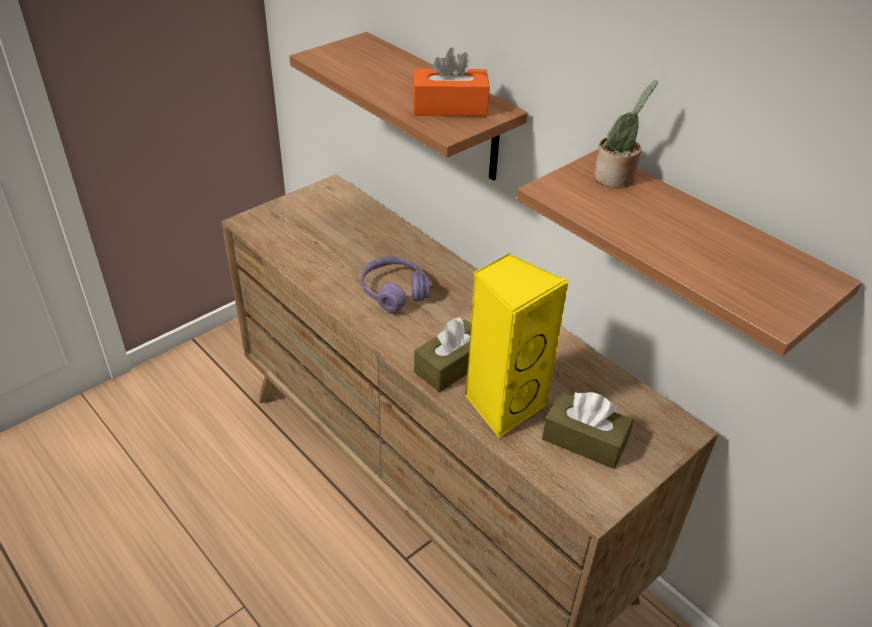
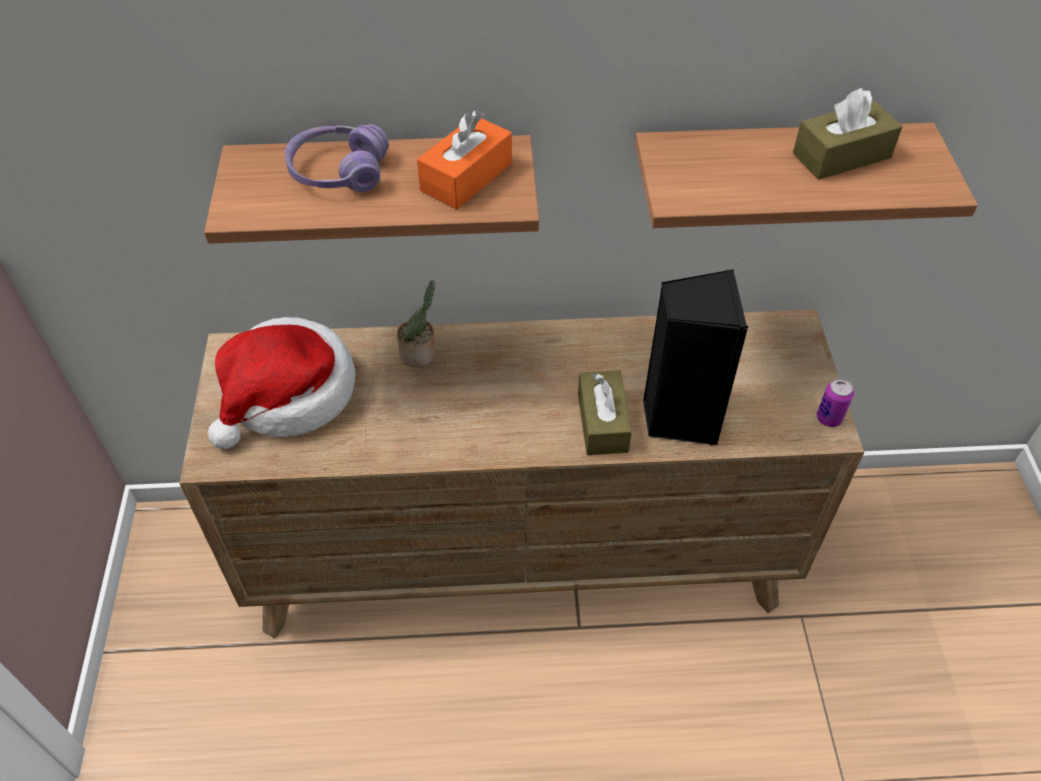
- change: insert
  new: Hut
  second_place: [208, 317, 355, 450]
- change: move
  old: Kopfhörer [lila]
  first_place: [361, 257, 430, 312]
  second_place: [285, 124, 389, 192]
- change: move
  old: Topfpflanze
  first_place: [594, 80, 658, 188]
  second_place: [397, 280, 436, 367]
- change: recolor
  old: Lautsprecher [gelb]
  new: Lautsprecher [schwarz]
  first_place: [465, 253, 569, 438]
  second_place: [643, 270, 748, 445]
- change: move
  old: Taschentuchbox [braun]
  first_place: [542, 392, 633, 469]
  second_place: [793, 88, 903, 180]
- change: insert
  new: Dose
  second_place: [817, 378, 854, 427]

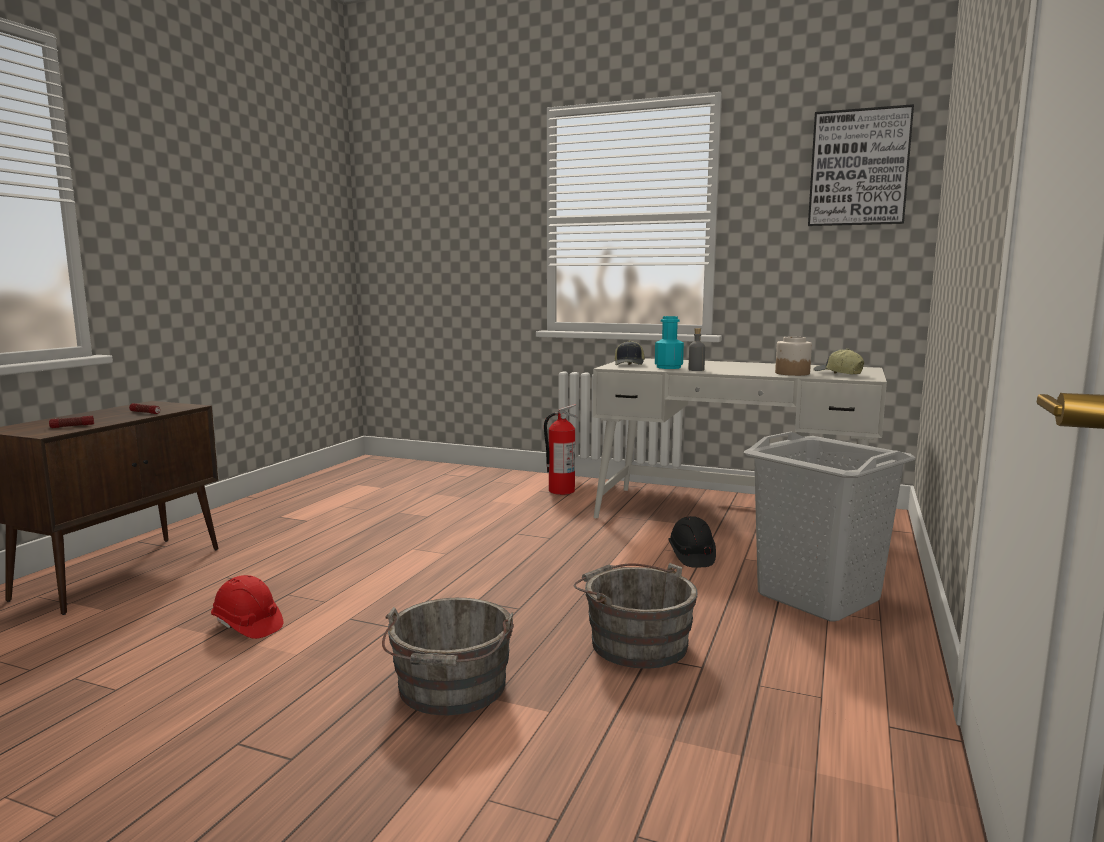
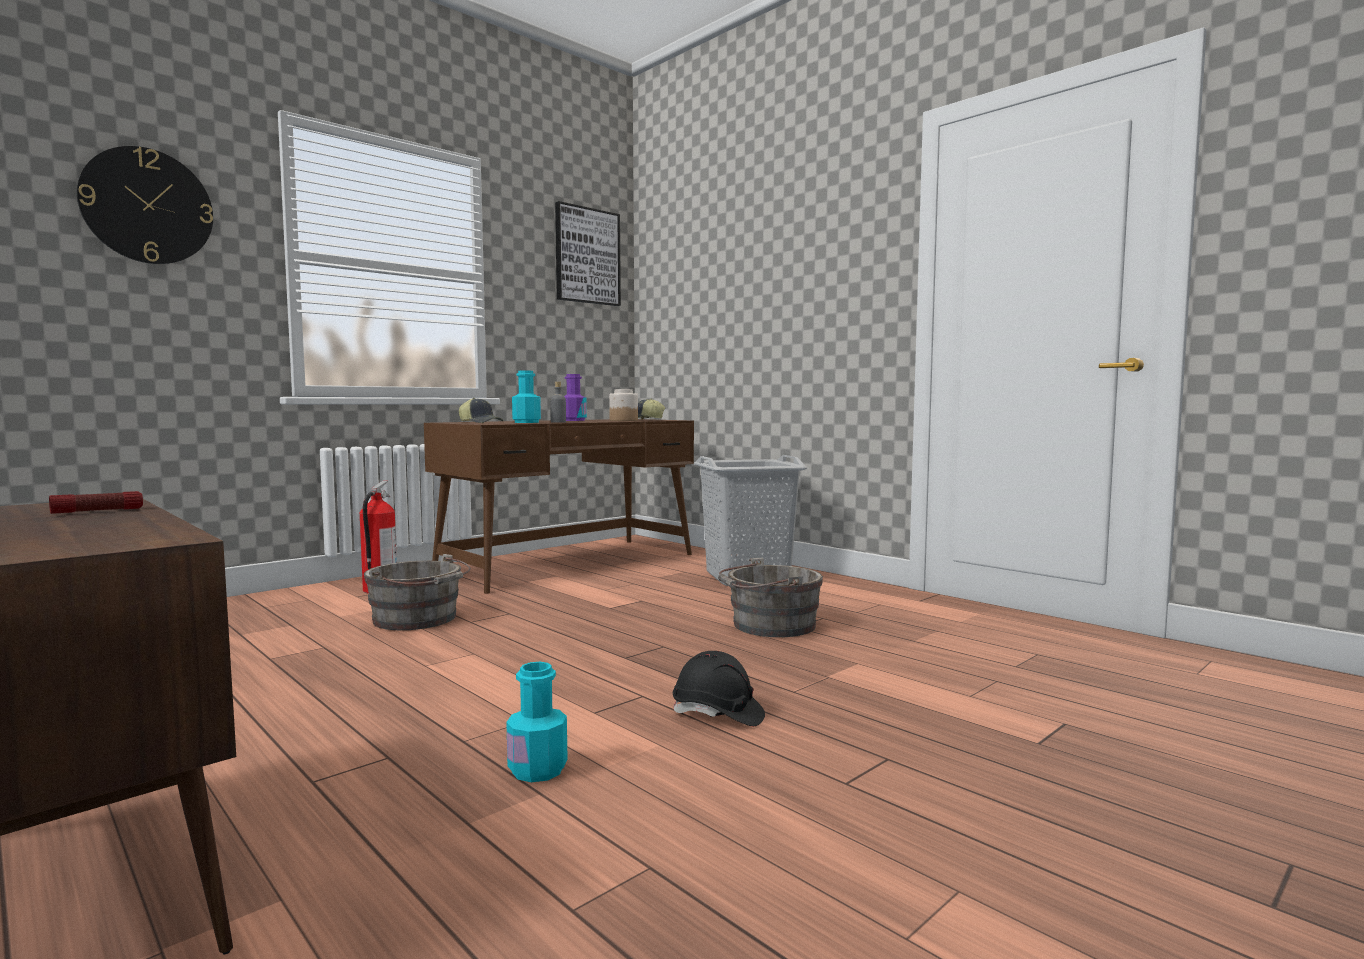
- change: insert
  new: Wanduhr
  second_place: [77, 146, 213, 264]
- change: move
  old: Eimer [grau]
  first_place: [382, 598, 514, 715]
  second_place: [364, 554, 471, 630]
- change: recolor
  old: Schreibtisch [weiß]
  new: Schreibtisch [braun]
  first_place: [593, 358, 887, 518]
  second_place: [424, 419, 694, 594]
- change: replace
  old: Schutzhelm [rot]
  new: Flasche [türkis]
  first_place: [211, 575, 283, 639]
  second_place: [506, 662, 567, 782]
- change: insert
  new: Flasche [lila]
  second_place: [564, 374, 587, 421]
- change: move
  old: Schutzhelm [schwarz]
  first_place: [668, 516, 716, 567]
  second_place: [672, 651, 765, 726]
- change: delete
  old: Taschenlampe
  first_place: [49, 416, 94, 428]

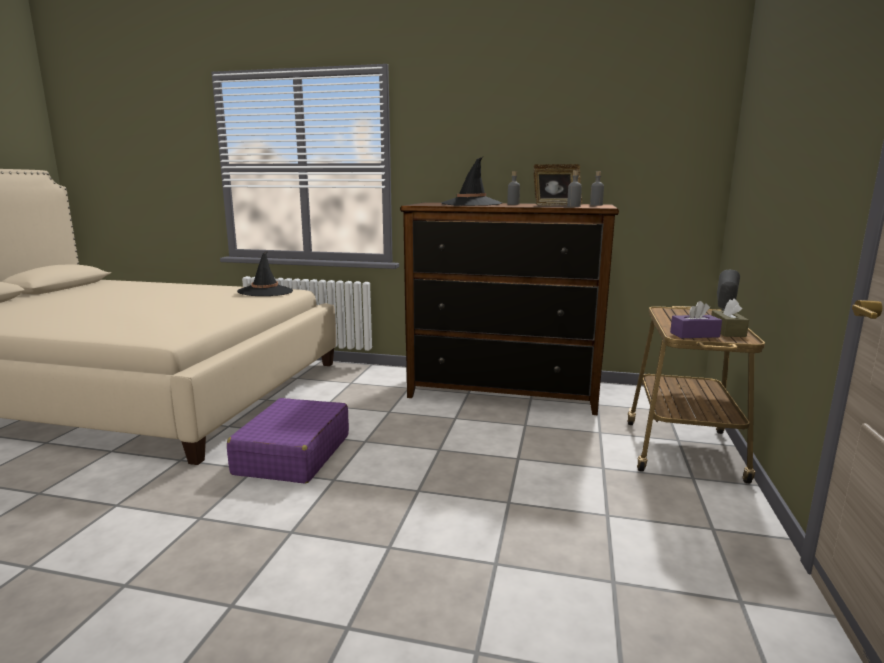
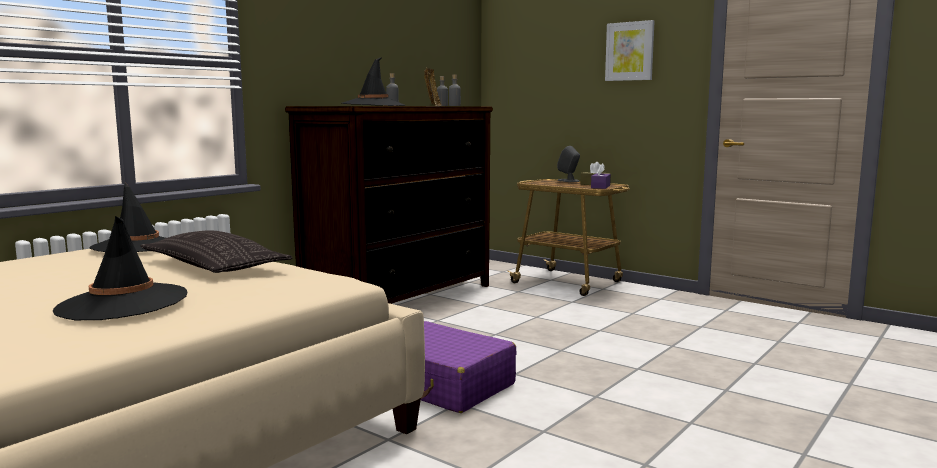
- change: insert
  new: Hut [schwarz]
  second_place: [53, 216, 188, 320]
- change: insert
  new: Kissen
  second_place: [140, 230, 293, 273]
- change: insert
  new: Bild
  second_place: [605, 20, 655, 81]

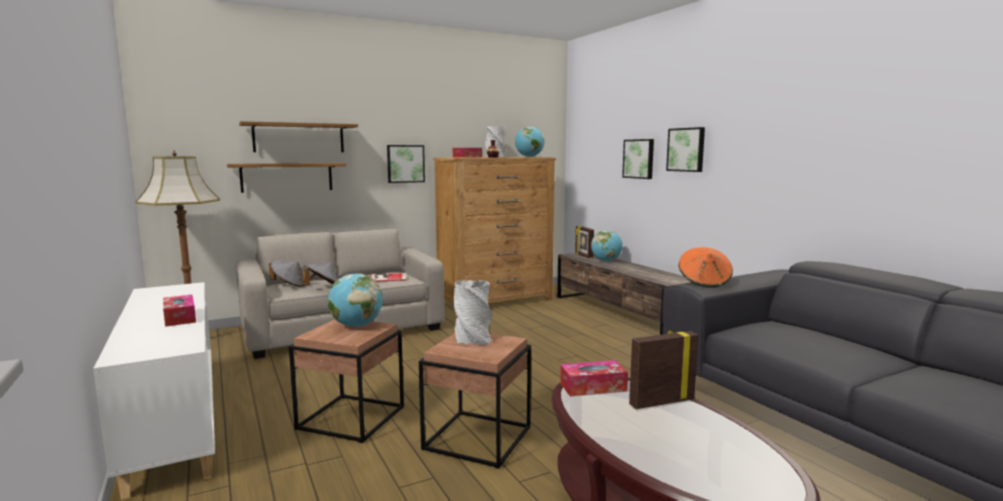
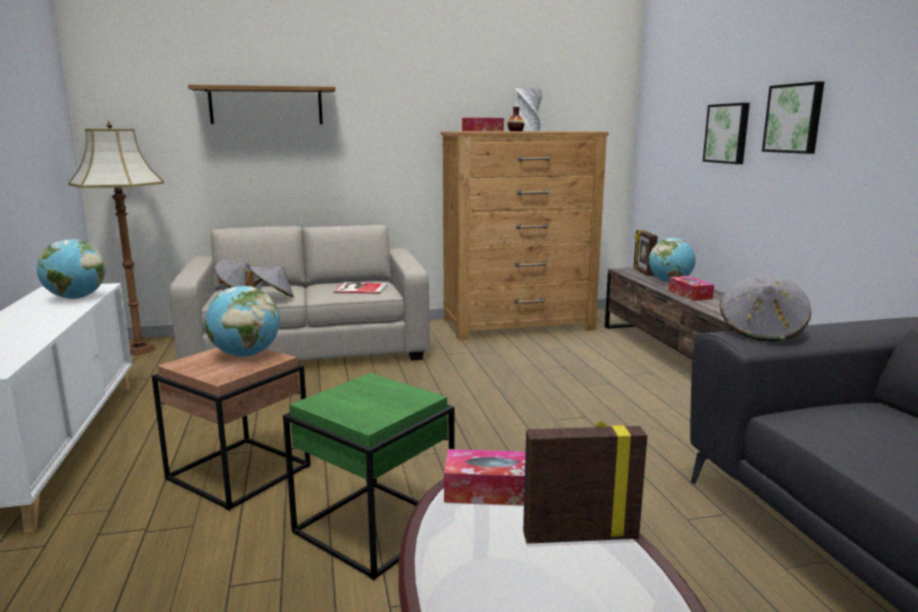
- change: move
  old: Globus
  first_place: [515, 127, 545, 157]
  second_place: [37, 239, 105, 299]
- change: recolor
  old: Beistelltisch [braun]
  new: Beistelltisch [grün]
  first_place: [419, 333, 531, 469]
  second_place: [283, 373, 455, 580]
- change: move
  old: Taschentuchbox
  first_place: [163, 295, 196, 327]
  second_place: [668, 276, 714, 301]
- change: recolor
  old: Hut [orange]
  new: Hut [grau]
  first_place: [678, 247, 733, 287]
  second_place: [720, 275, 811, 342]
- change: delete
  old: Wandregal
  first_place: [227, 163, 346, 193]
- change: delete
  old: Bild
  first_place: [387, 145, 425, 183]
- change: delete
  old: Vase [grau]
  first_place: [454, 280, 493, 345]

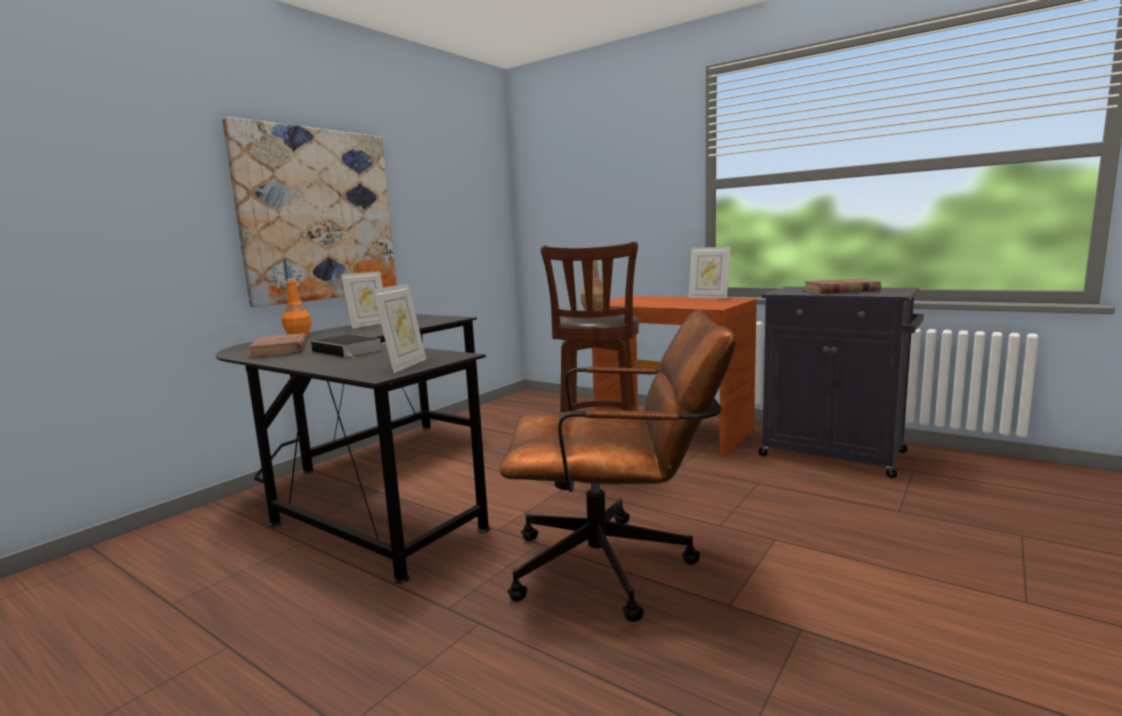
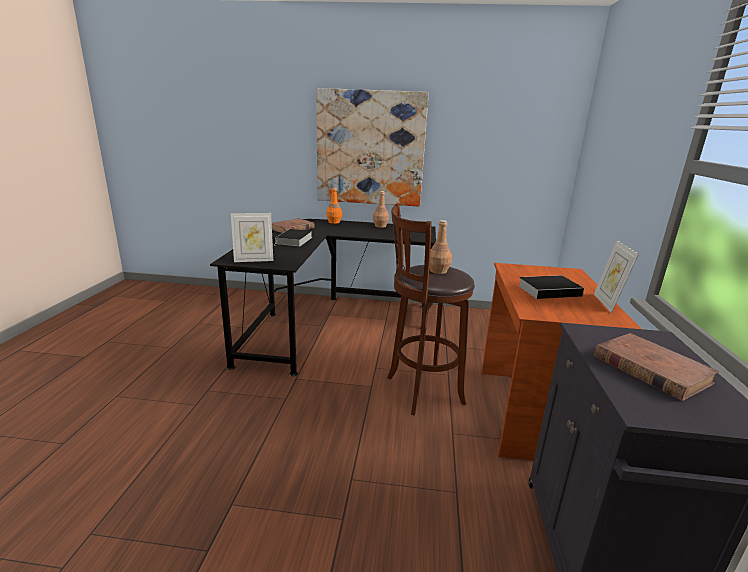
- change: replace
  old: Bilderrahmen
  new: Flasche [braun]
  first_place: [341, 271, 383, 328]
  second_place: [373, 191, 389, 228]
- change: insert
  new: Buch
  second_place: [518, 275, 589, 299]
- change: delete
  old: Bürostuhl [braun]
  first_place: [500, 310, 736, 622]

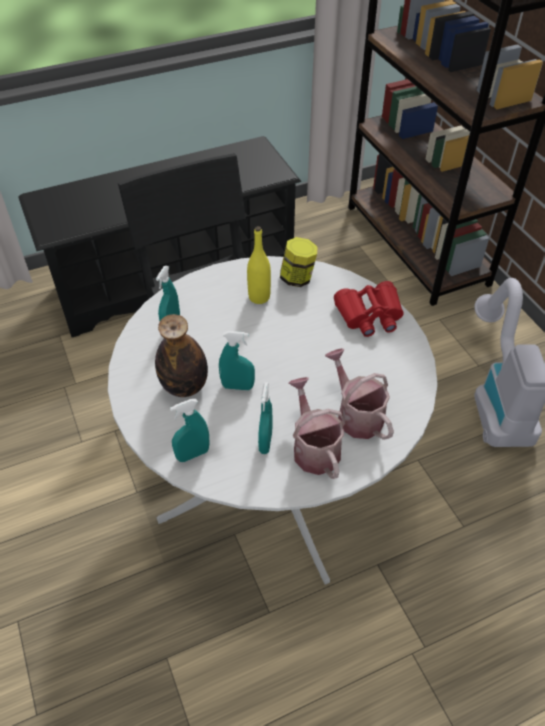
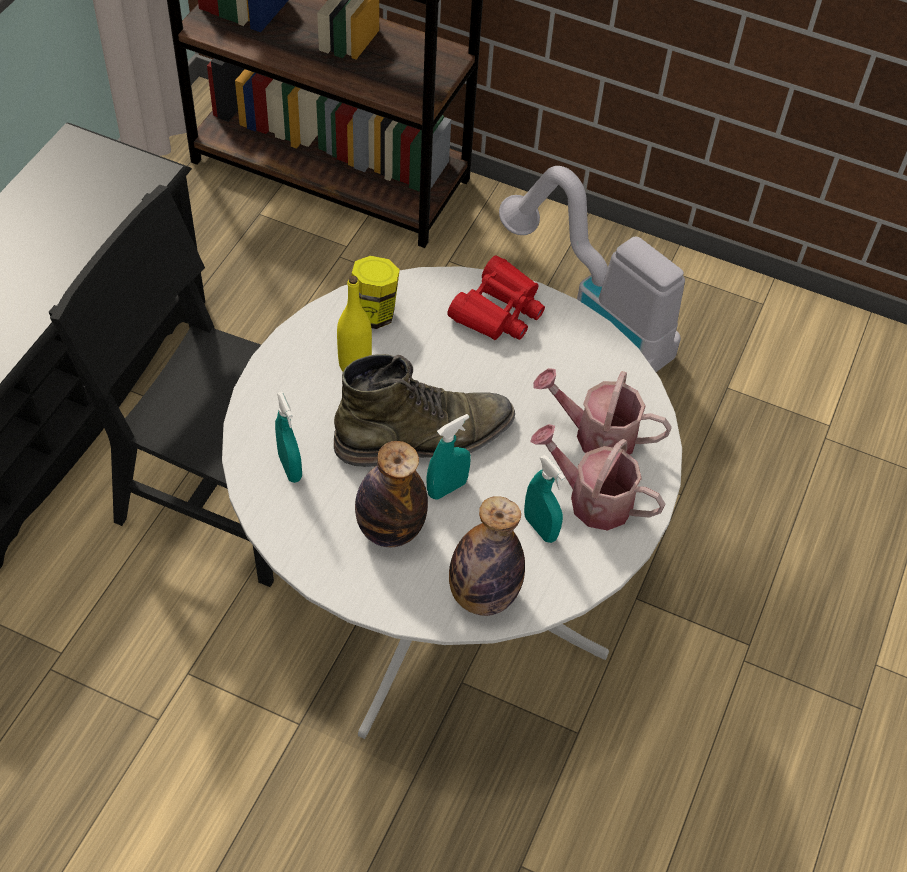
- change: insert
  new: Stiefel [grün]
  second_place: [334, 354, 515, 467]
- change: replace
  old: Sprühflasche [türkis]
  new: Flasche
  first_place: [170, 399, 210, 462]
  second_place: [449, 496, 525, 616]

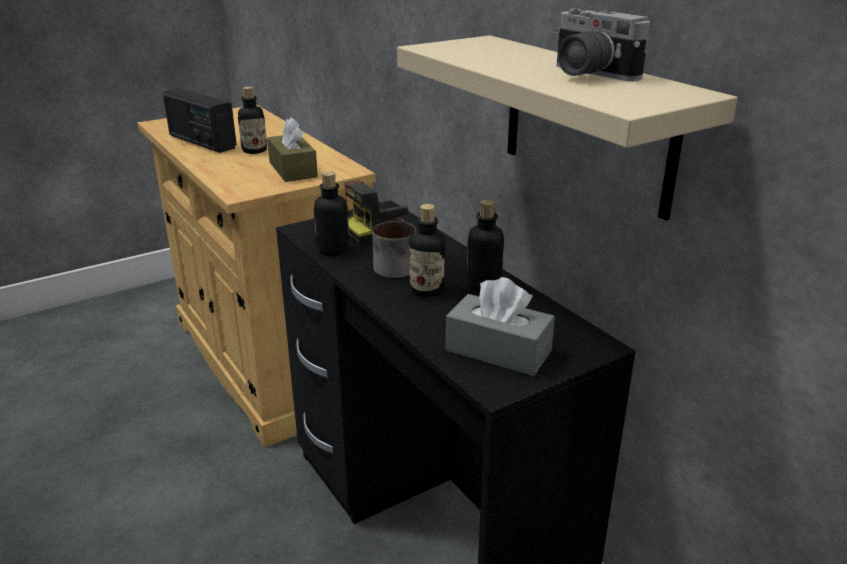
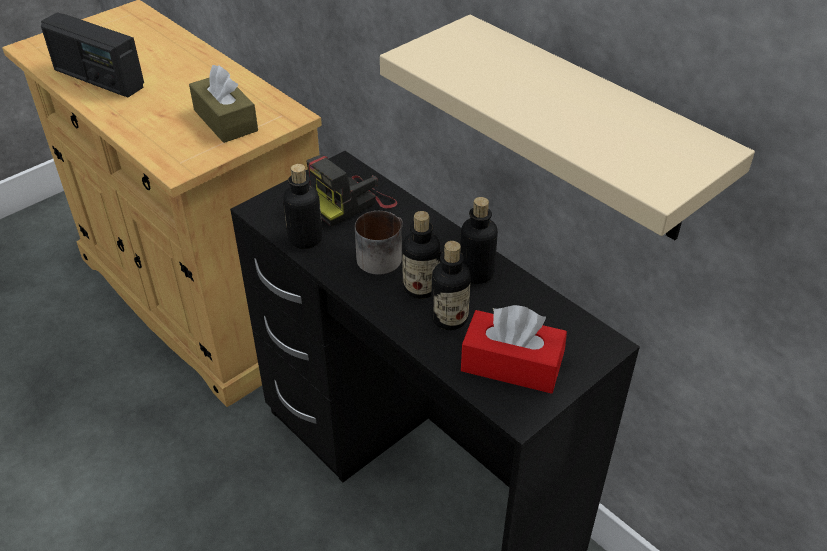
- change: move
  old: Flasche
  first_place: [238, 87, 267, 154]
  second_place: [431, 241, 471, 330]
- change: recolor
  old: Taschentuchbox [grau]
  new: Taschentuchbox [rot]
  first_place: [446, 277, 555, 376]
  second_place: [461, 305, 567, 394]
- change: delete
  old: Kamera
  first_place: [555, 8, 650, 82]

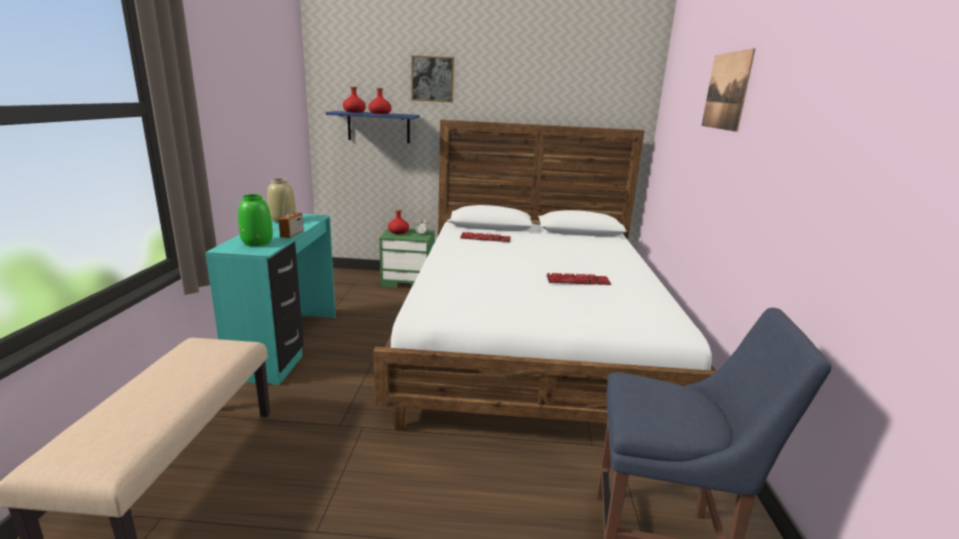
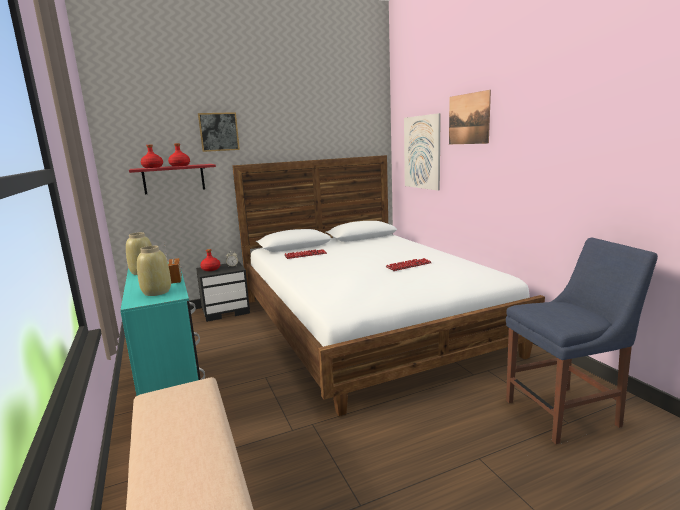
- change: recolor
  old: Wandregal [blau]
  new: Wandregal [rot]
  first_place: [326, 111, 420, 143]
  second_place: [129, 164, 216, 194]
- change: recolor
  old: Vase [grün]
  new: Vase [beige]
  first_place: [238, 194, 273, 246]
  second_place: [137, 246, 171, 296]
- change: recolor
  old: Nachttisch [grün]
  new: Nachttisch [schwarz]
  first_place: [379, 229, 435, 288]
  second_place: [196, 262, 250, 322]
- change: insert
  new: Bild
  second_place: [404, 113, 441, 191]

